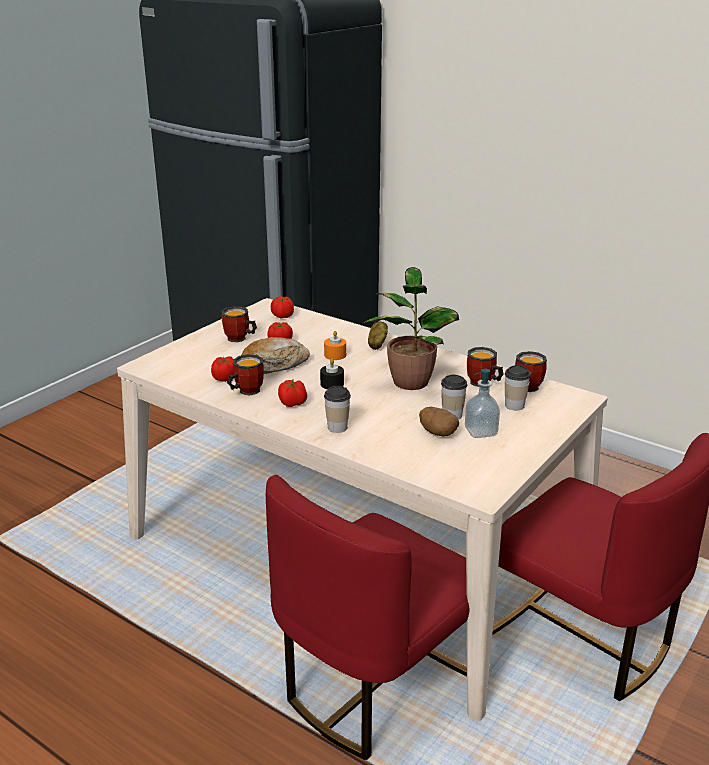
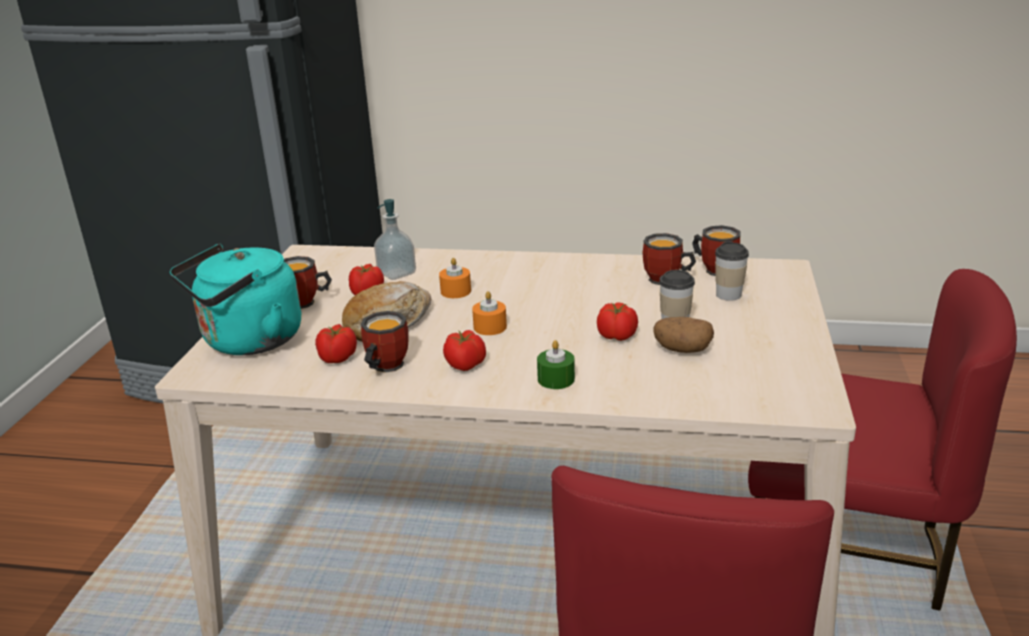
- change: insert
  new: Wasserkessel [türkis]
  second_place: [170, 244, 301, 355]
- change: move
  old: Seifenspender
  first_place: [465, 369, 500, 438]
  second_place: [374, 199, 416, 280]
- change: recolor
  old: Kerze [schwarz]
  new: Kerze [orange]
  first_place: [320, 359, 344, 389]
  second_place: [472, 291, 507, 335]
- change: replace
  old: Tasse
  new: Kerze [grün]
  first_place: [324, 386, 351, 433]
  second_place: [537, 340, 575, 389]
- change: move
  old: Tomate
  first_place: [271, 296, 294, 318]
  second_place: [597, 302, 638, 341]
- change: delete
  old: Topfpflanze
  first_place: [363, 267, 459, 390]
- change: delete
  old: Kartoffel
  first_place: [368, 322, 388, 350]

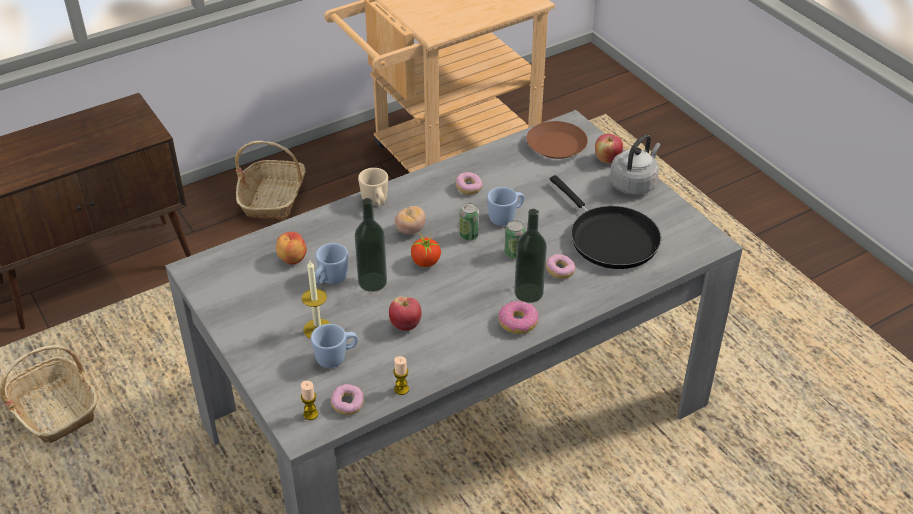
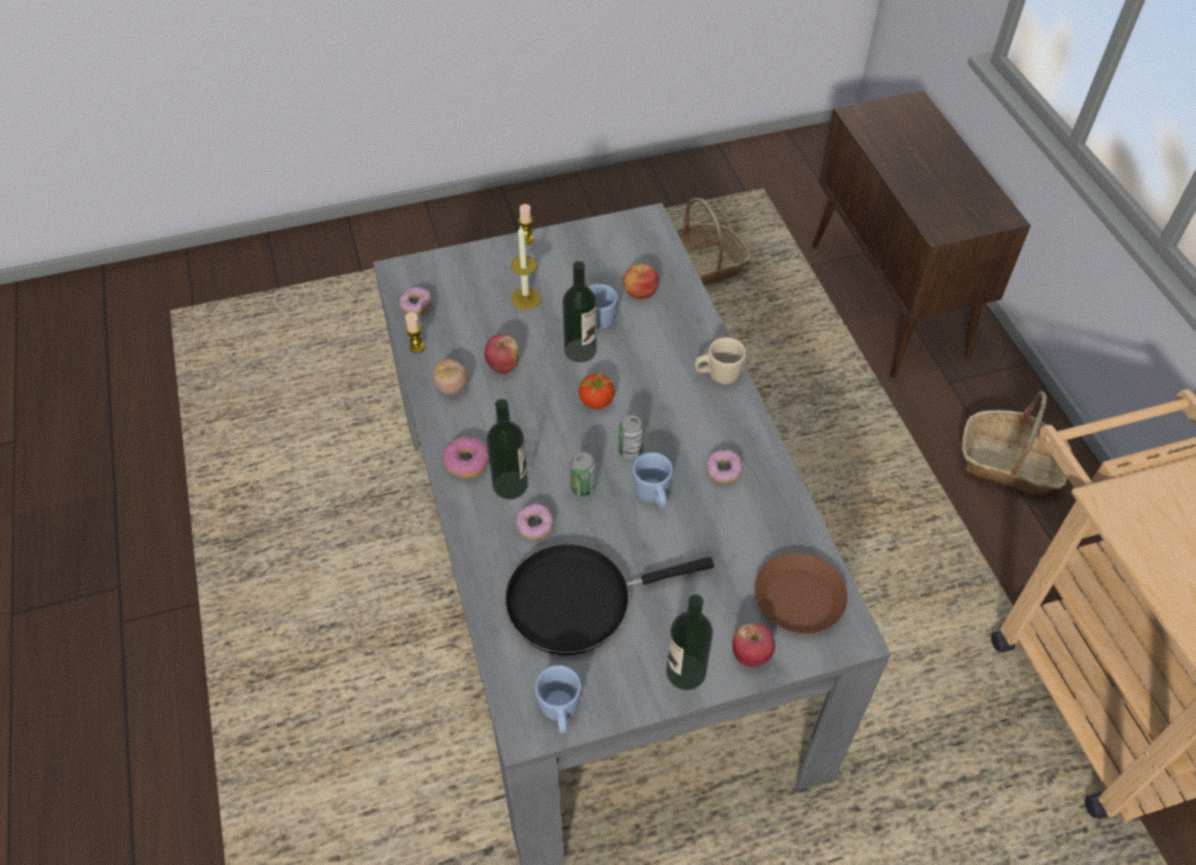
- change: move
  old: Tomate
  first_place: [395, 206, 426, 234]
  second_place: [433, 359, 468, 395]
- change: move
  old: Kerze
  first_place: [301, 380, 318, 420]
  second_place: [518, 204, 534, 244]
- change: move
  old: Henkelbecher [blau]
  first_place: [311, 324, 358, 368]
  second_place: [535, 665, 581, 733]
- change: replace
  old: Wasserkessel [grau]
  new: Flasche
  first_place: [610, 134, 661, 195]
  second_place: [666, 594, 713, 690]

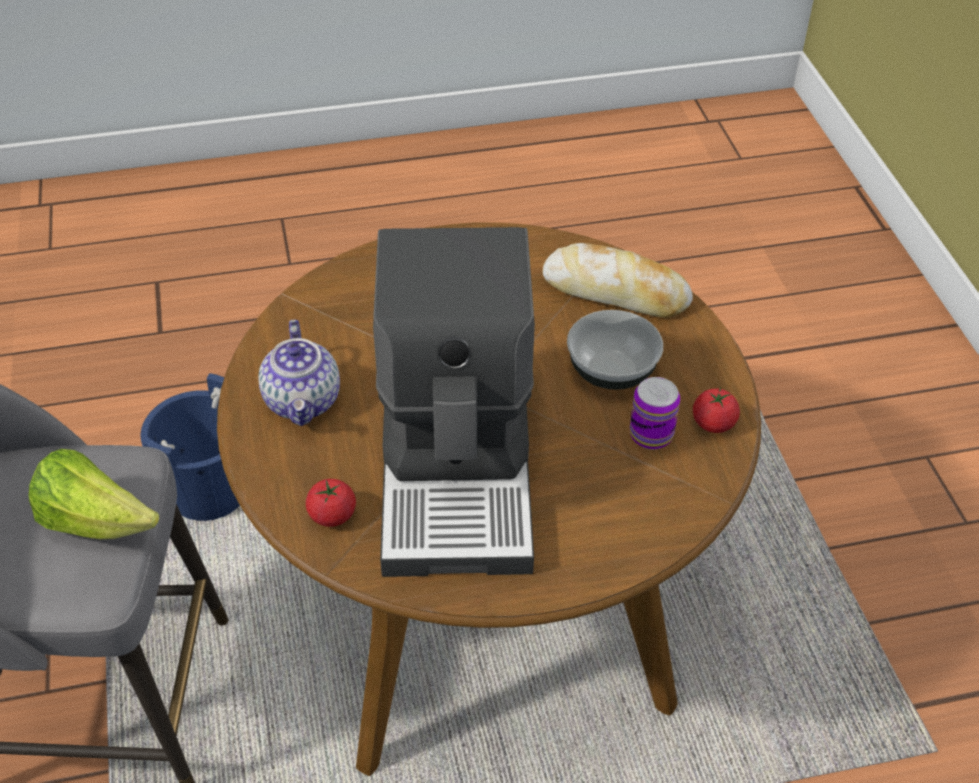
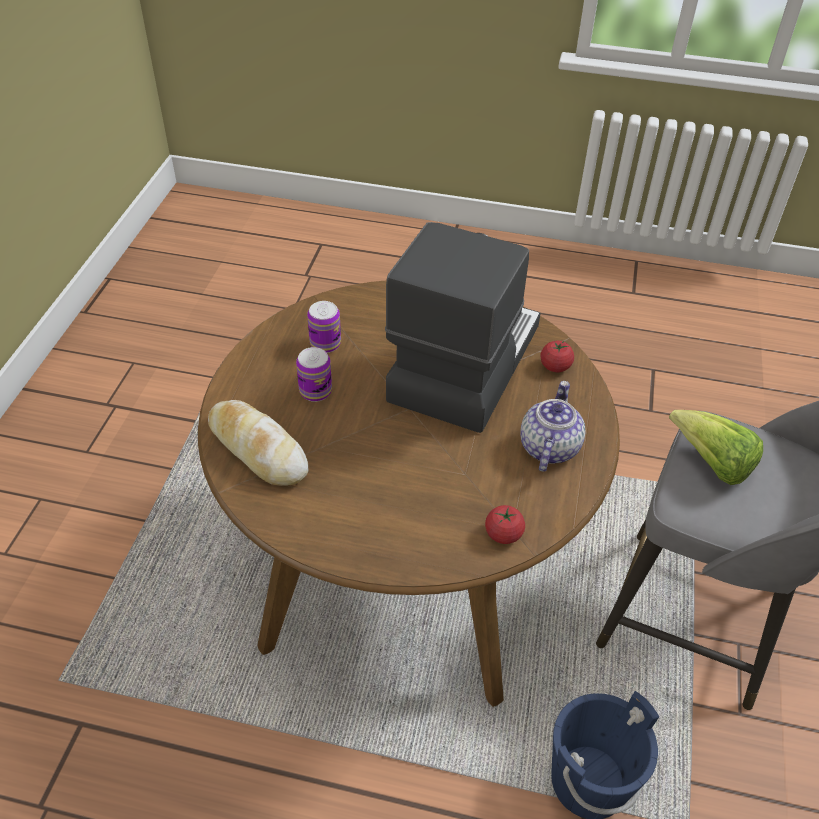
- change: replace
  old: Schüssel
  new: Dose
  first_place: [567, 310, 663, 390]
  second_place: [296, 347, 332, 402]
- change: move
  old: Tomate
  first_place: [693, 387, 740, 433]
  second_place: [485, 505, 525, 544]

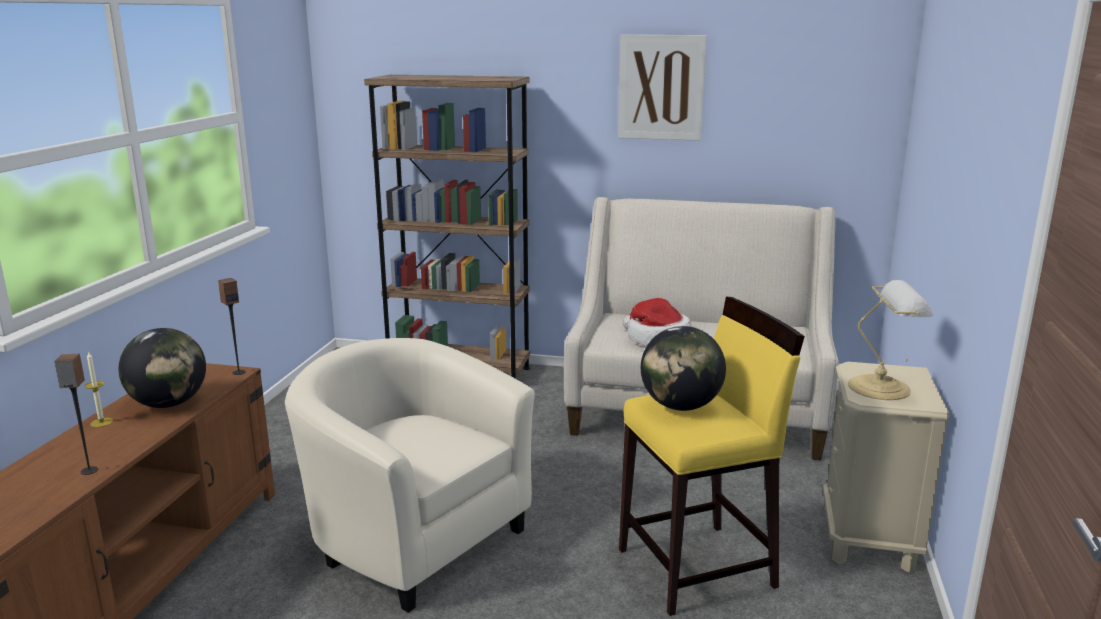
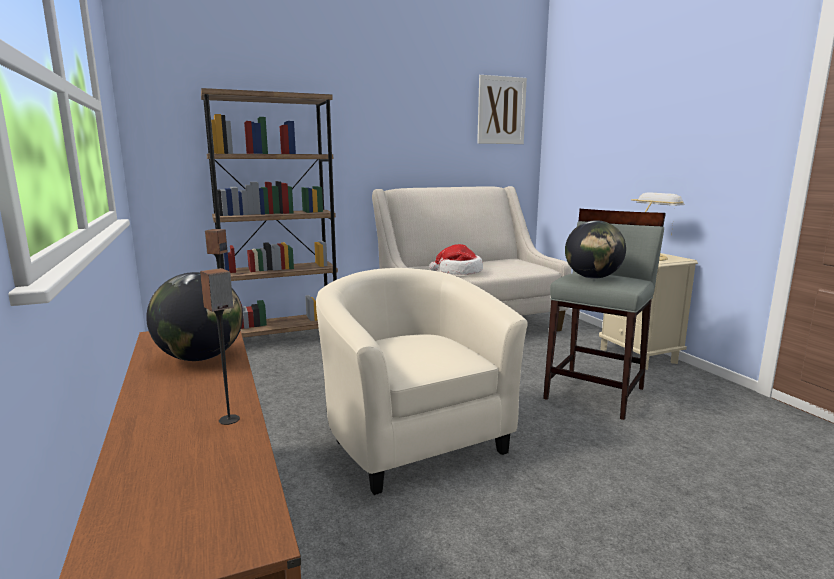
- change: rotate
  old: Sessel [beige]
  first_place: [285, 338, 535, 613]
  second_place: [316, 268, 528, 495]
  degrees: 60
- change: move
  old: Bild
  first_place: [618, 35, 707, 141]
  second_place: [477, 75, 527, 144]
- change: recolor
  old: Hocker [gelb]
  new: Hocker [grau]
  first_place: [619, 297, 805, 616]
  second_place: [543, 209, 666, 420]
- change: delete
  old: Kerze
  first_place: [85, 351, 113, 427]

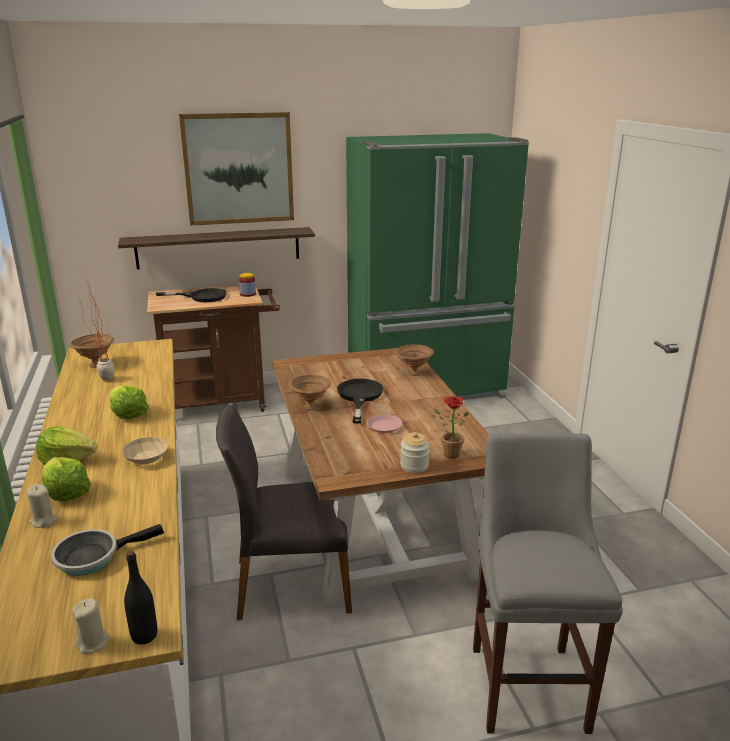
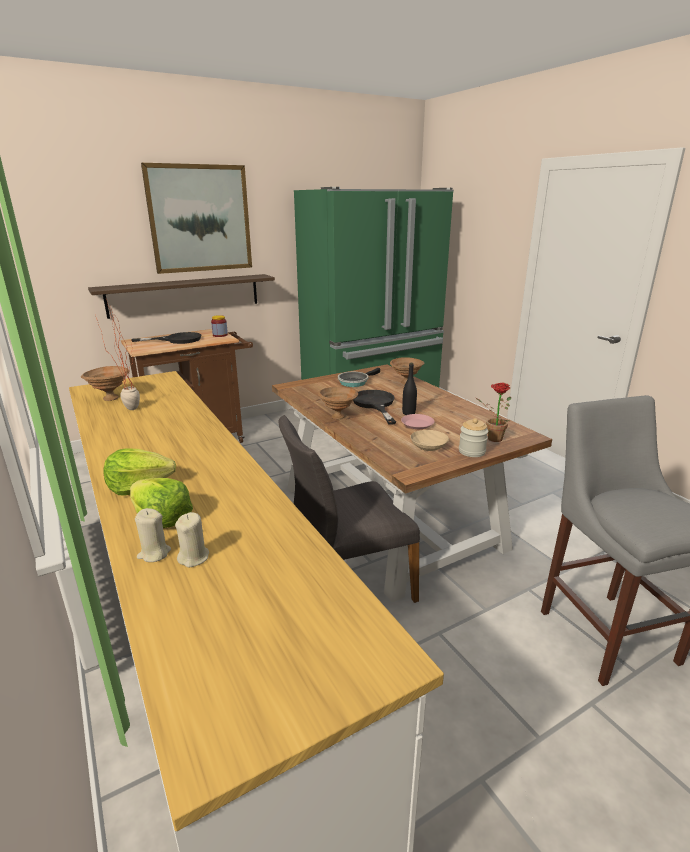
- change: move
  old: Kerze [beige]
  first_place: [72, 598, 110, 654]
  second_place: [175, 512, 209, 567]
- change: move
  old: Pfanne
  first_place: [51, 524, 164, 576]
  second_place: [338, 368, 380, 387]
- change: move
  old: Flasche [schwarz]
  first_place: [124, 551, 157, 645]
  second_place: [402, 363, 417, 415]
- change: move
  old: Schüssel [beige]
  first_place: [122, 437, 168, 464]
  second_place: [410, 430, 449, 451]
- change: delete
  old: Salatkopf
  first_place: [109, 385, 149, 419]

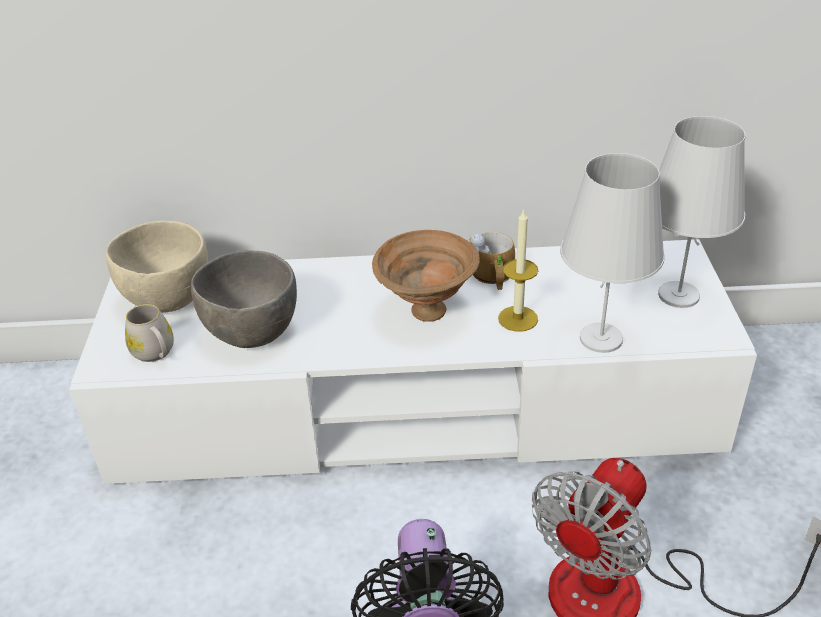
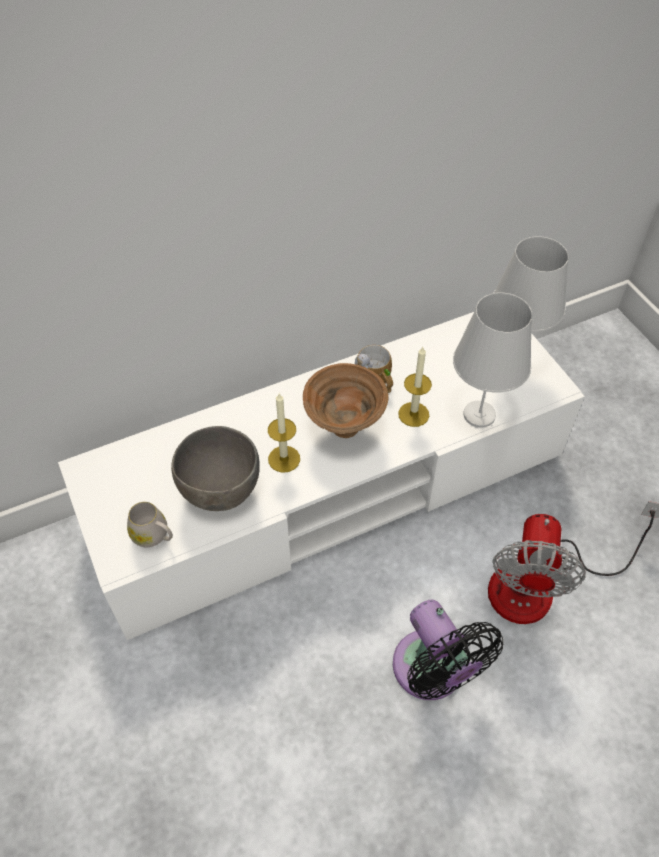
- change: insert
  new: Kerze
  second_place: [268, 393, 300, 473]
- change: delete
  old: Schüssel [beige]
  first_place: [106, 221, 208, 313]

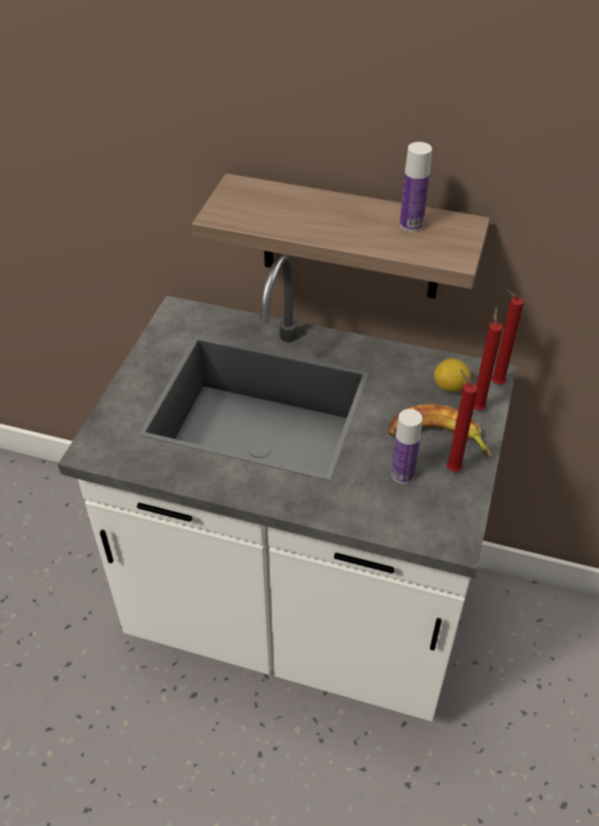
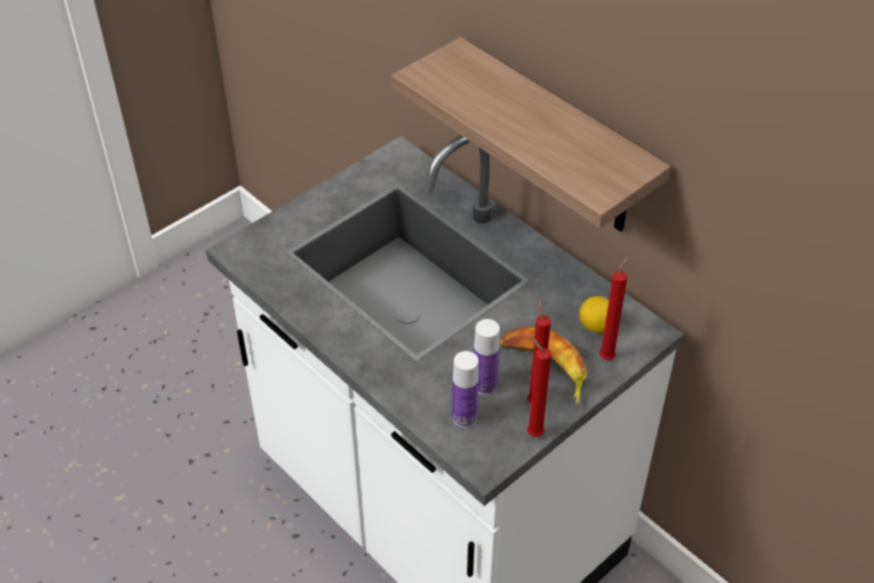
- change: move
  old: Flasche
  first_place: [400, 142, 432, 232]
  second_place: [452, 351, 479, 427]
- change: move
  old: Kerze [rot]
  first_place: [491, 289, 524, 384]
  second_place: [527, 336, 551, 437]

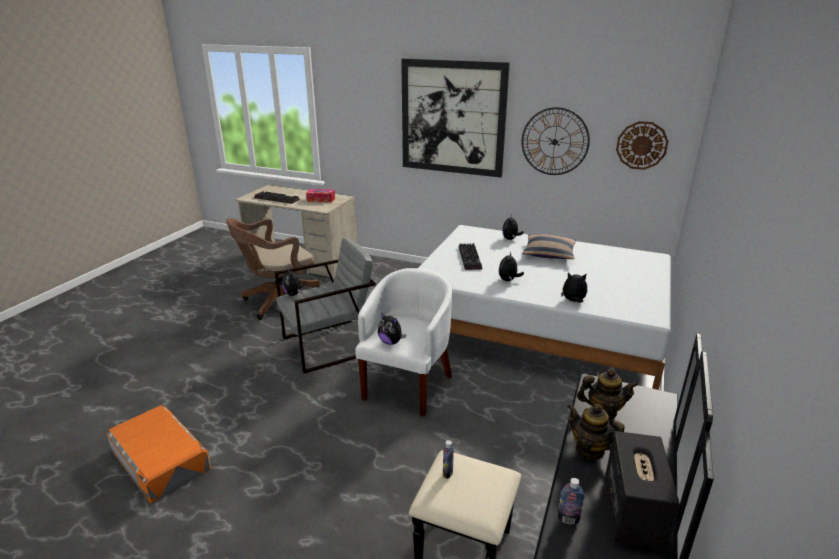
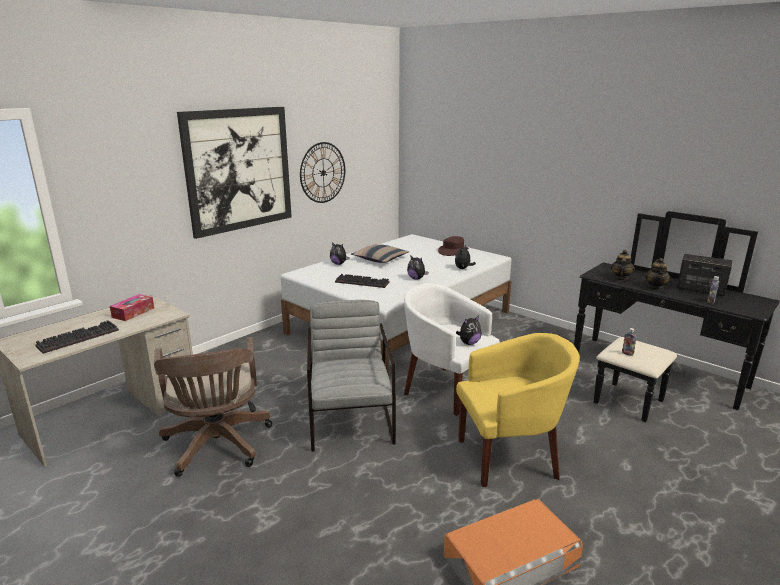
- change: insert
  new: Hut [braun]
  second_place: [438, 236, 469, 256]
- change: insert
  new: Sessel [gelb]
  second_place: [456, 333, 580, 487]
- change: rotate
  old: Teekanne
  first_place: [567, 404, 625, 460]
  second_place: [645, 258, 671, 290]
  degrees: -45
- change: delete
  old: Plüschtier
  first_place: [282, 267, 305, 296]
- change: delete
  old: Wanduhr
  first_place: [616, 121, 669, 170]

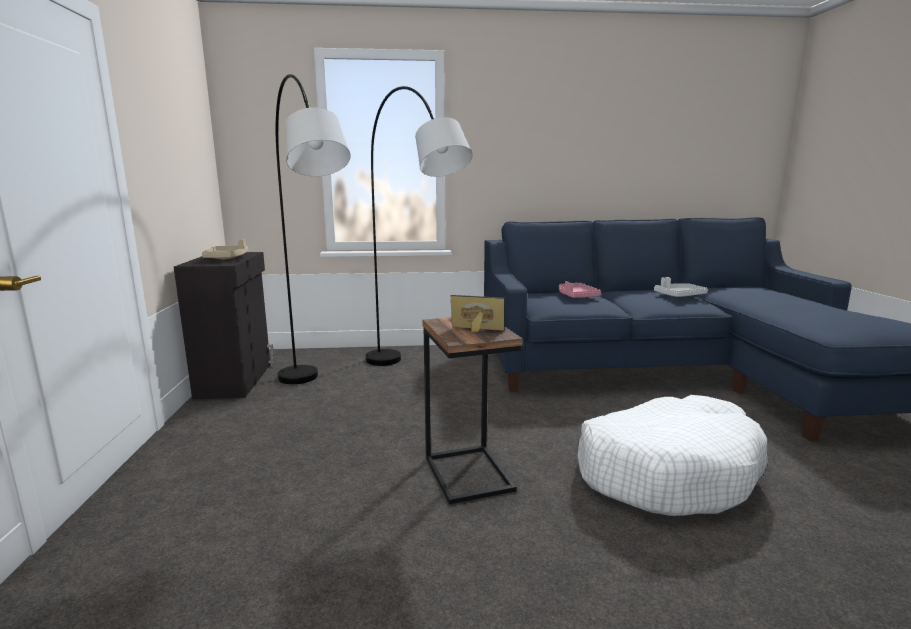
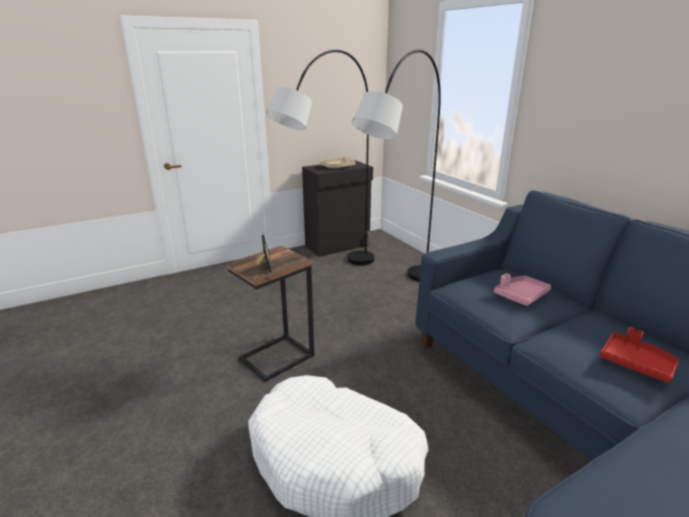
- change: recolor
  old: Tablett [weiß]
  new: Tablett [rot]
  first_place: [654, 277, 708, 297]
  second_place: [600, 327, 679, 383]

